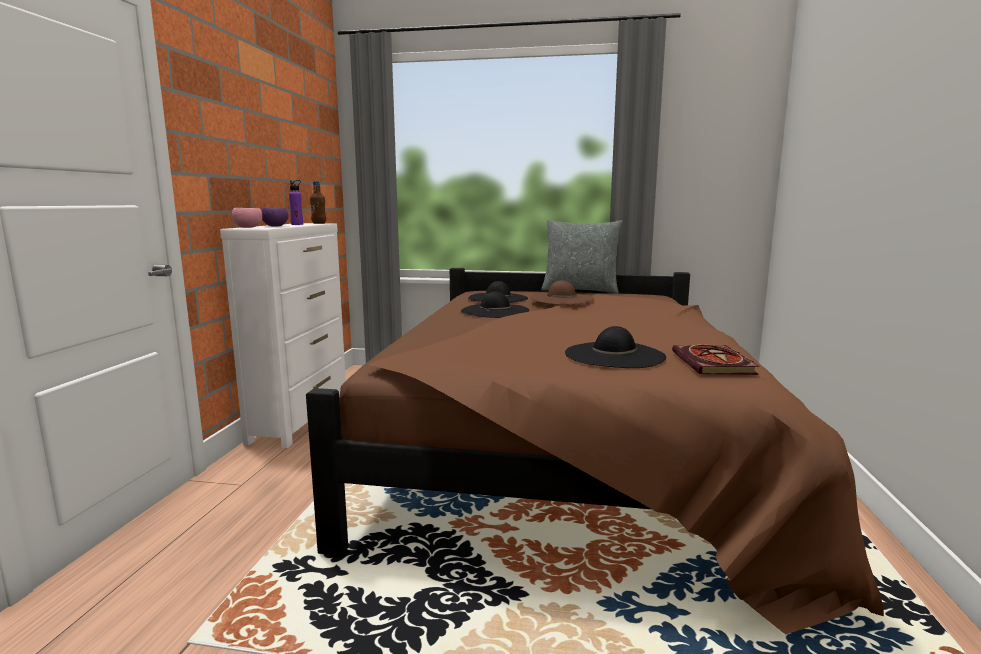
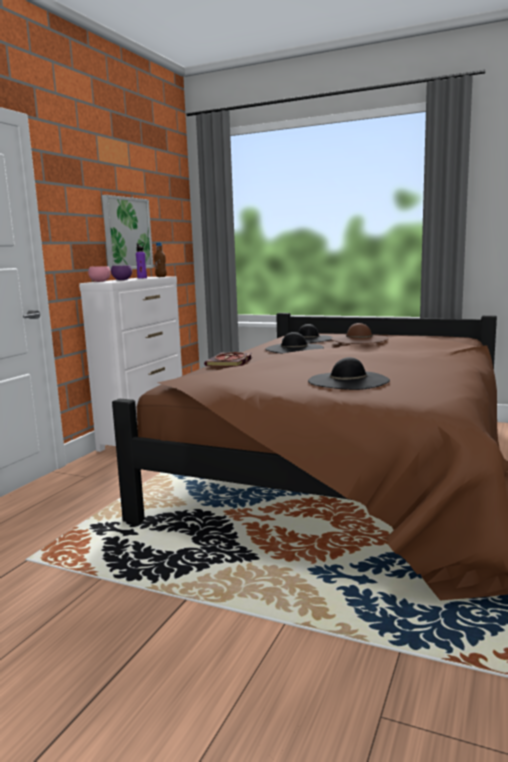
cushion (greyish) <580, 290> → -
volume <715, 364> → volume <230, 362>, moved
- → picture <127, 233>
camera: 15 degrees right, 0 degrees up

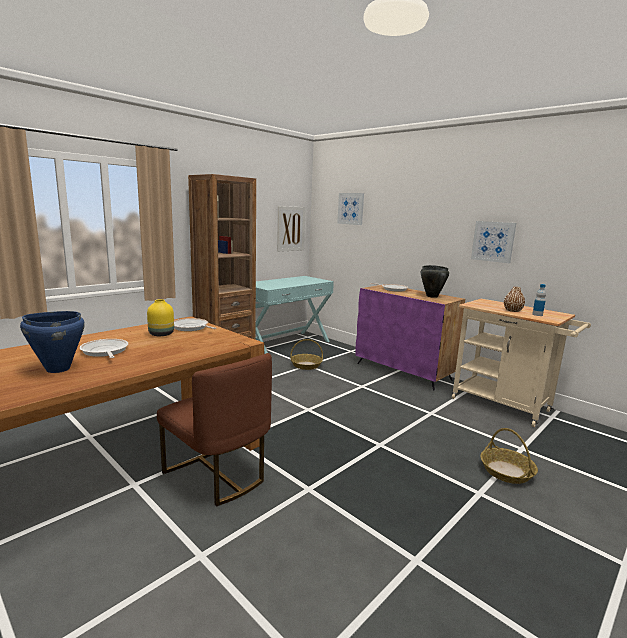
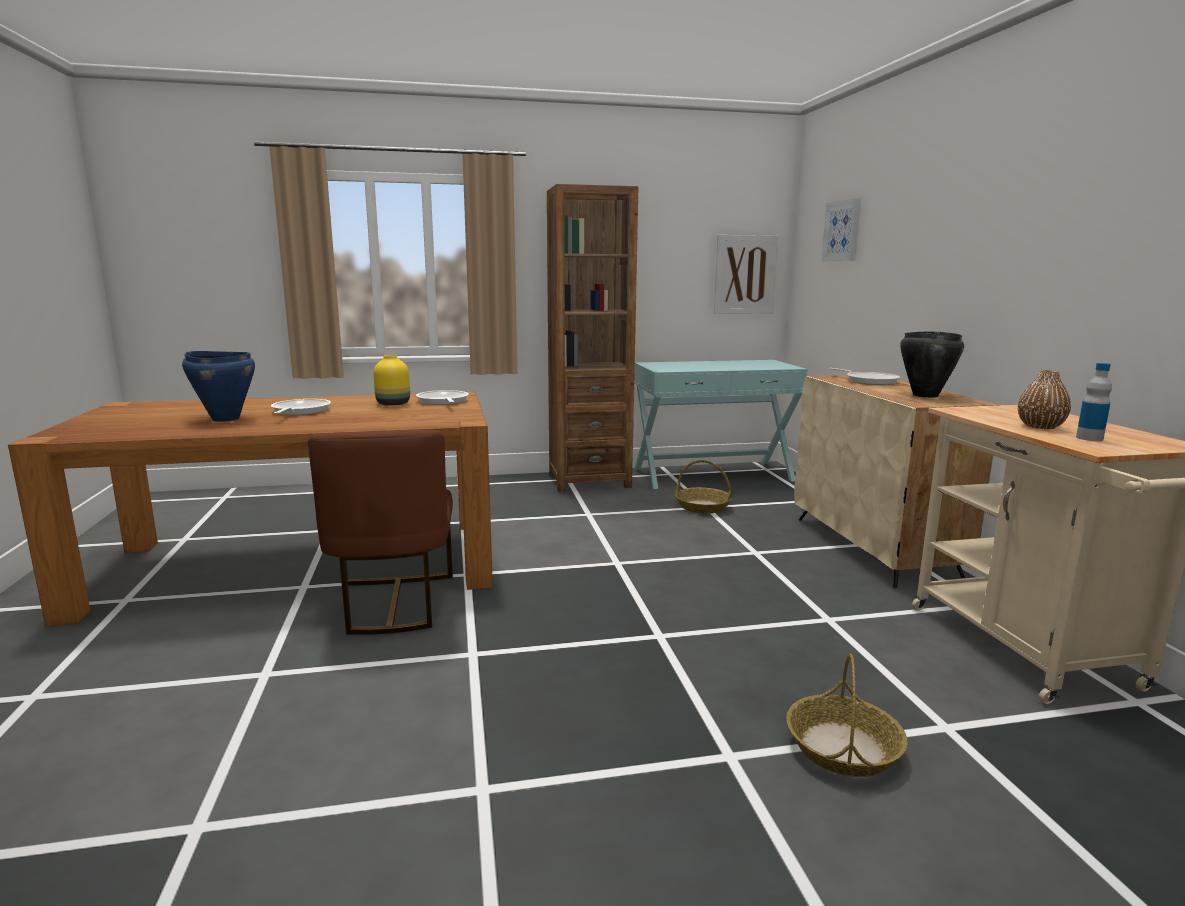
picture <493, 241> → -
storage cabinet (purple) <403, 371> → storage cabinet (beige-coloured) <874, 547>
camera: 35 degrees right, 0 degrees up

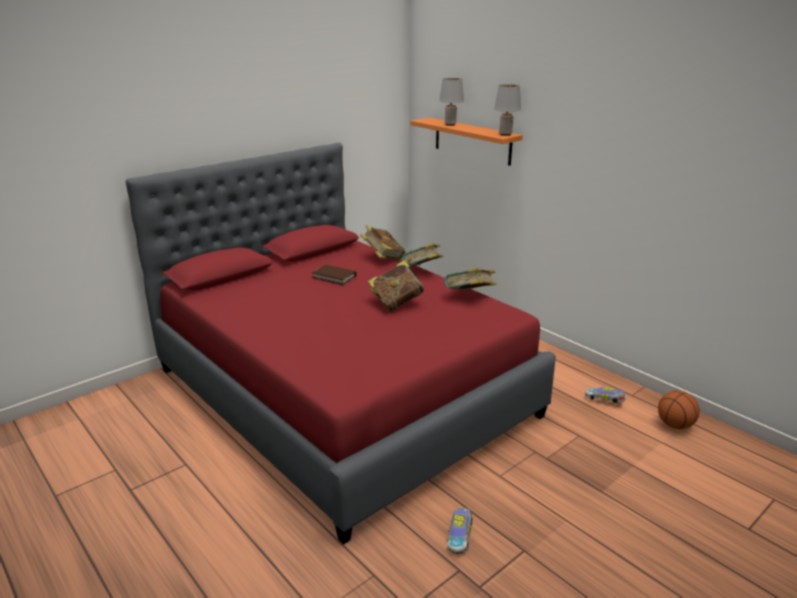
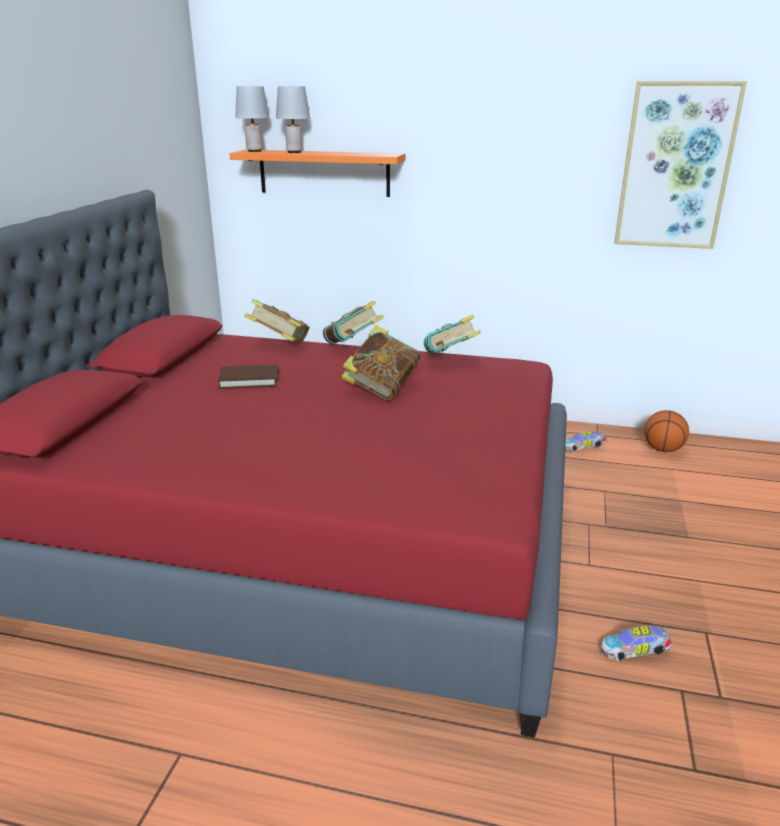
table lamp (greyish) <506, 134> → table lamp (greyish) <255, 151>, moved
model car <459, 536> → model car <635, 651>, 105 degrees clockwise
- → picture <675, 167>
camera: 35 degrees left, 0 degrees up

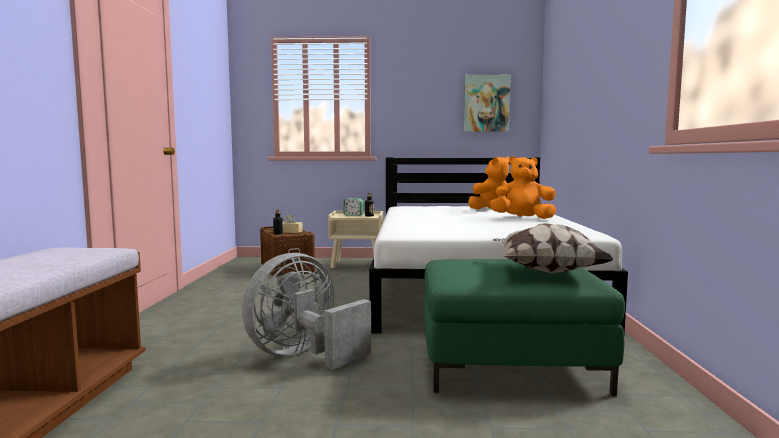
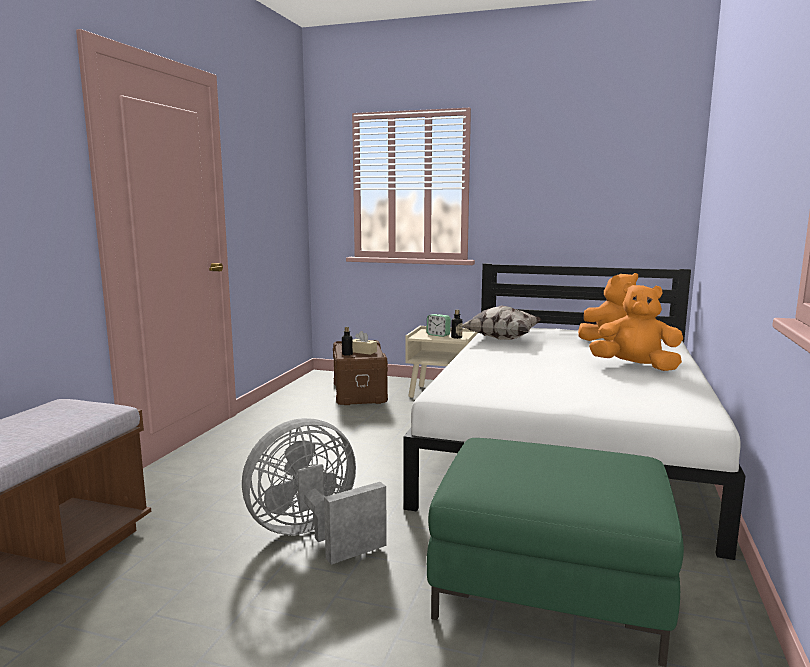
picture <486, 103> → -
cushion <545, 271> → cushion <501, 338>, moved
camera: 15 degrees right, 5 degrees up

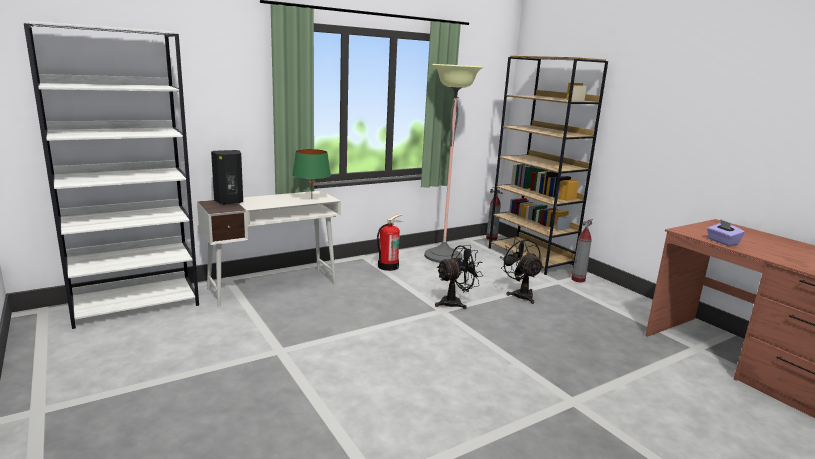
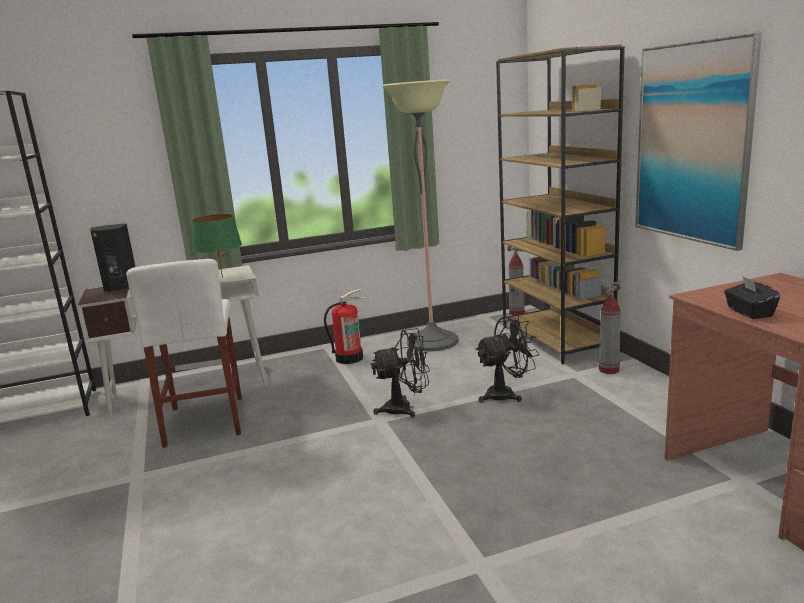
tissue box (purple) <722, 242> → tissue box (black) <749, 312>
electric fan (black) <520, 294> → electric fan (black) <506, 394>, 75 degrees clockwise
- → picture <692, 143>
- → sitting stool (white-coloured) <205, 420>
camera: 15 degrees right, 0 degrees up

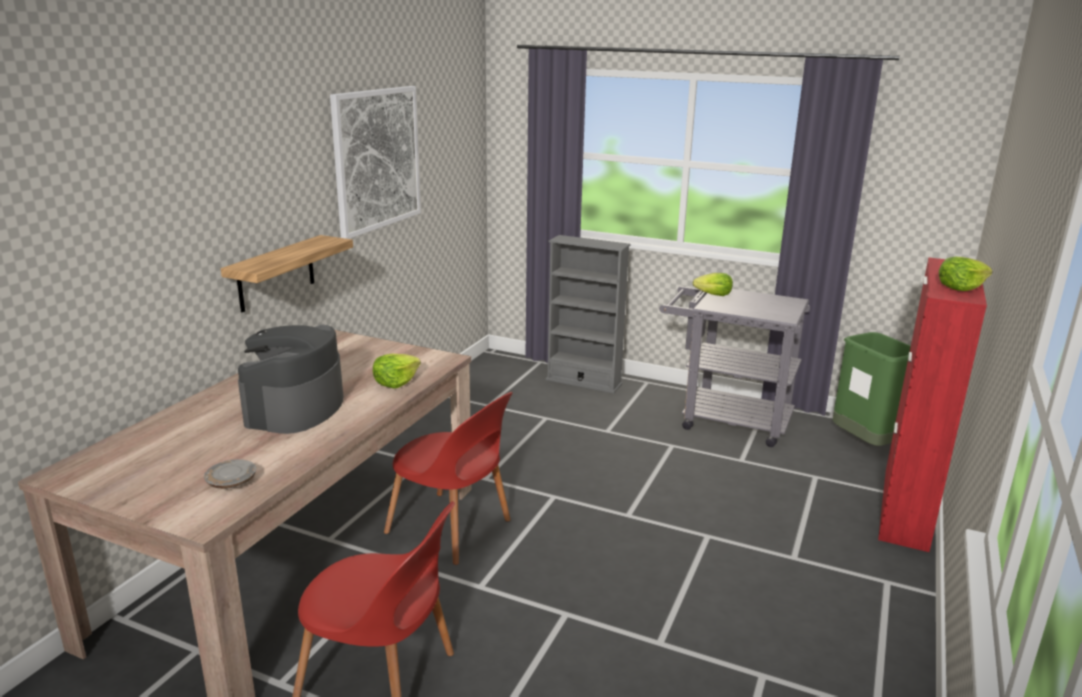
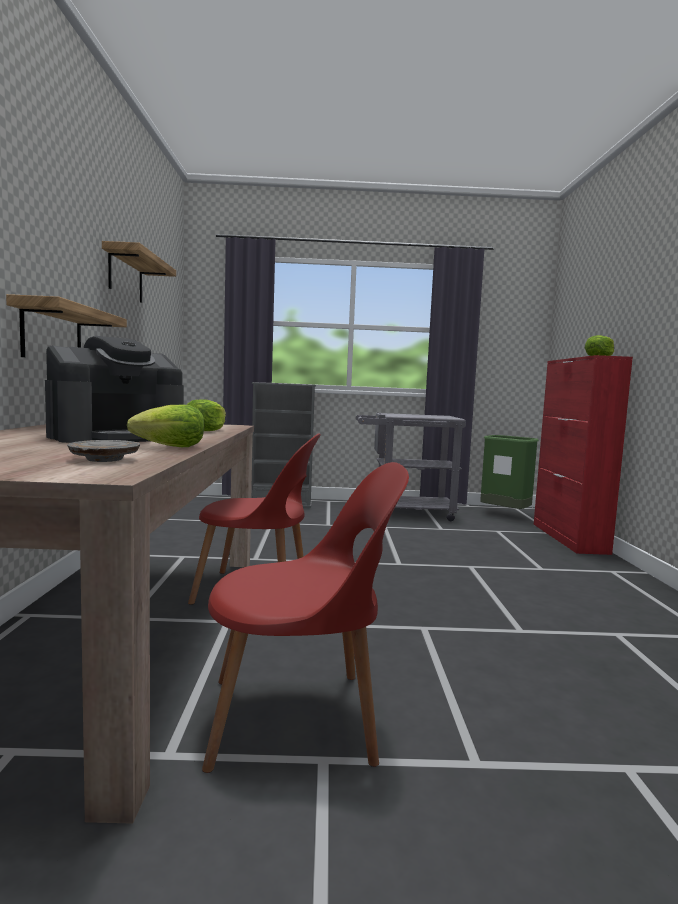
picture <377, 159> → bracket shelf <125, 276>
lettuce <713, 295> → lettuce <171, 447>, moved
coffee machine <295, 409> → coffee machine <117, 437>, 120 degrees counterclockwise
camera: 25 degrees left, 15 degrees down

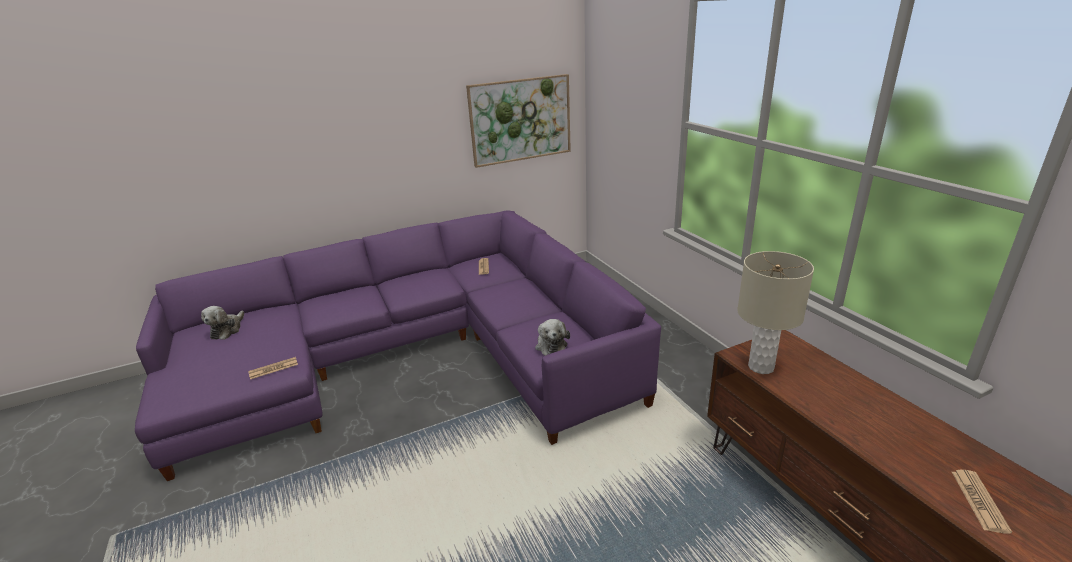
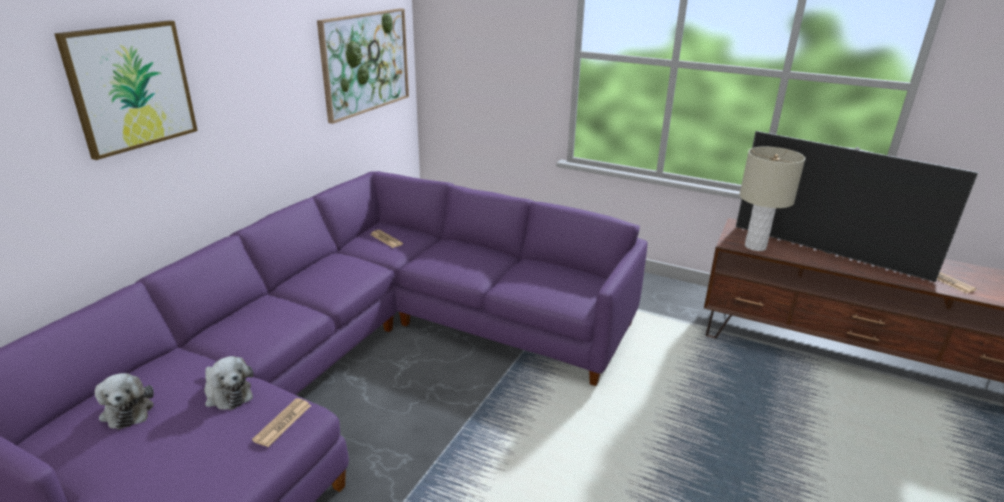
plush toy <551, 345> → plush toy <227, 393>, moved
- → picture <131, 87>
- → television <827, 252>
camera: 40 degrees left, 0 degrees up

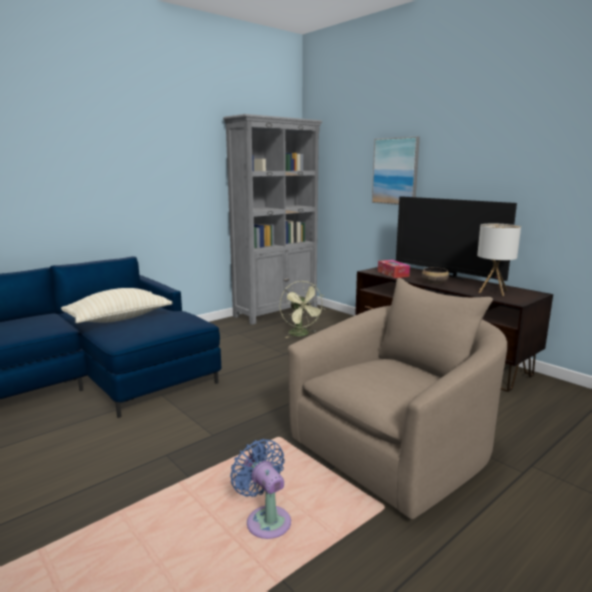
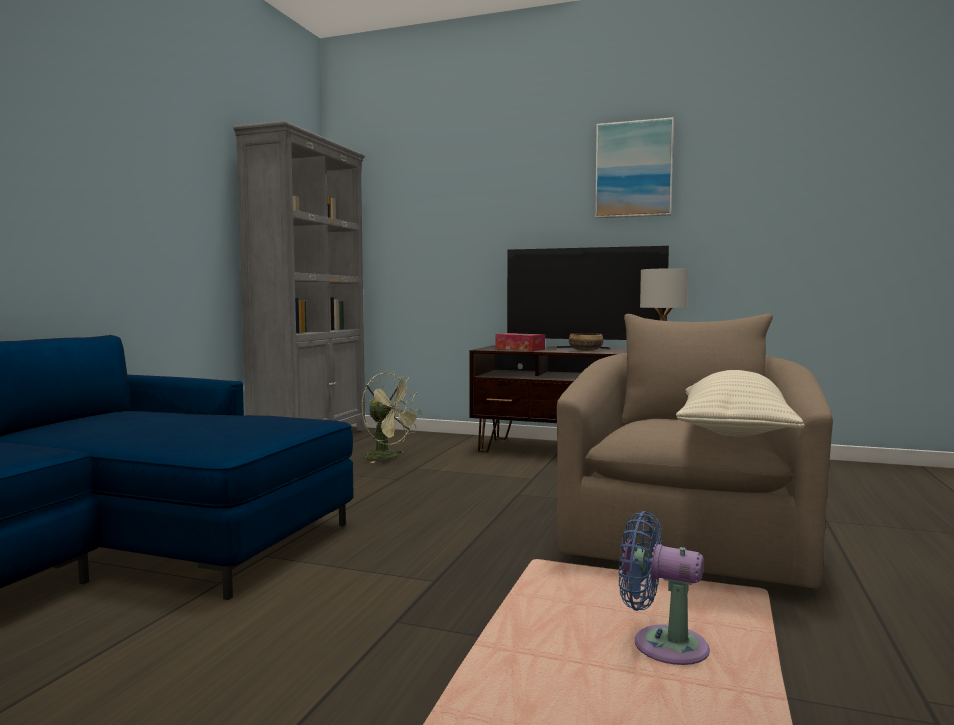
picture <395, 171> → picture <634, 169>, moved
cushion (beige-coloured) <119, 319> → cushion (beige-coloured) <734, 432>, moved
camera: 30 degrees left, 10 degrees down

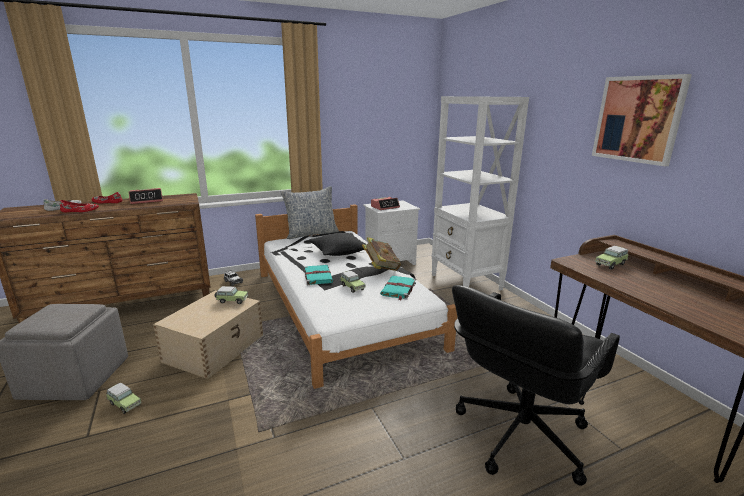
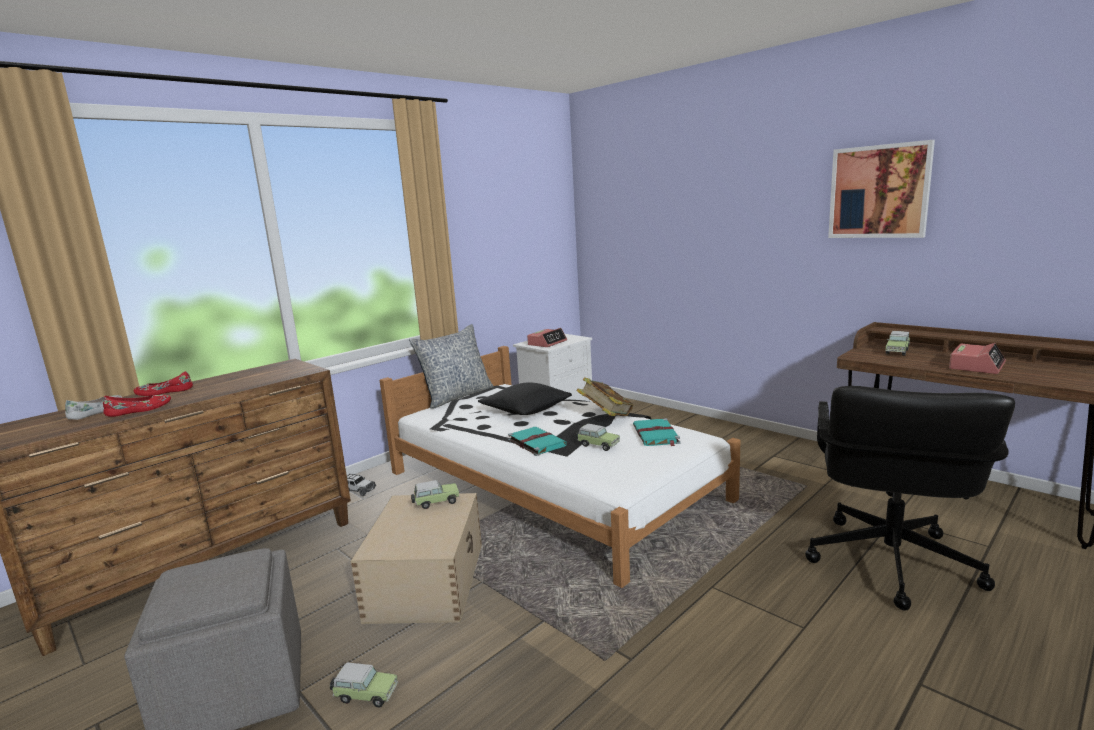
shelving unit (white-coloured) <466, 282> → -
table clock <147, 200> → table clock <976, 366>, moved
camera: 20 degrees left, 5 degrees down

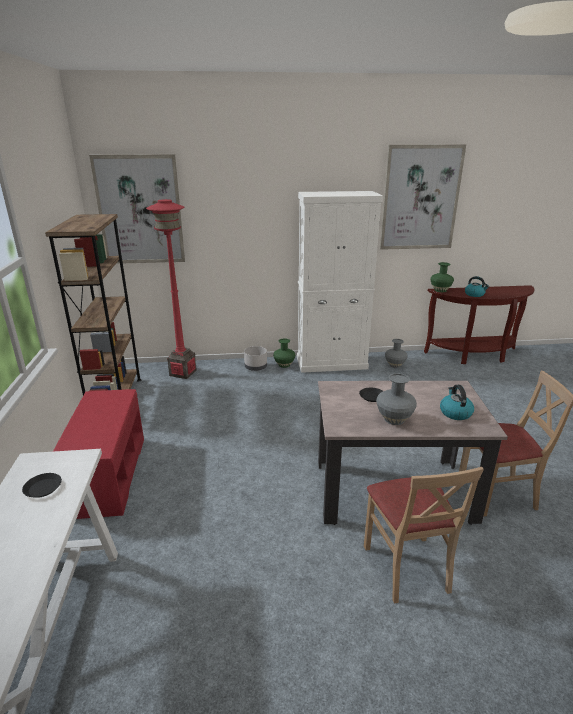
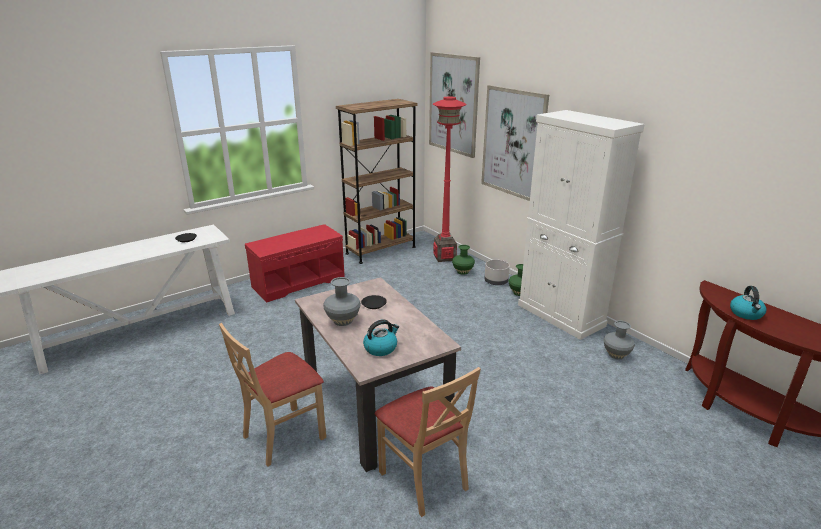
picture <420, 198> → picture <513, 143>, moved
decorative vase (green) <440, 290> → decorative vase (green) <462, 271>, moved
camera: 60 degrees right, 0 degrees up

